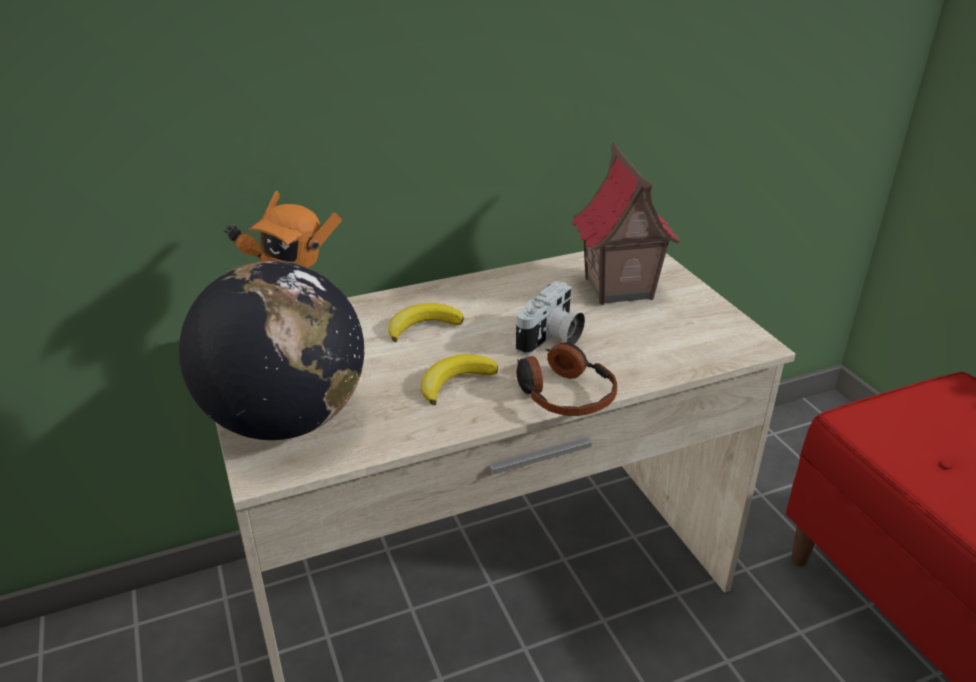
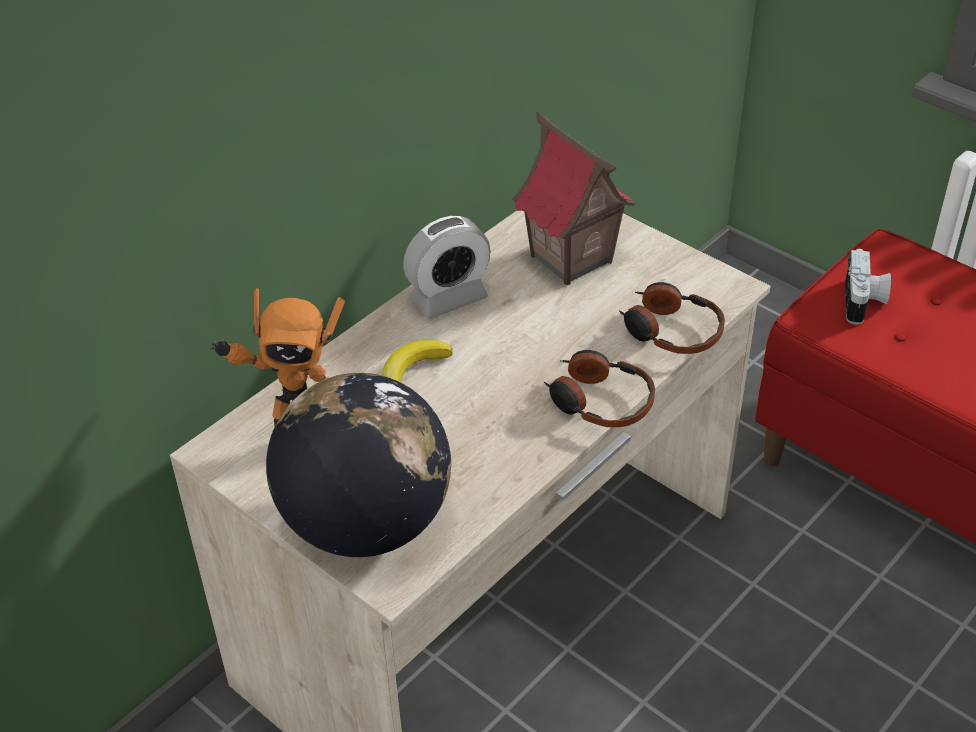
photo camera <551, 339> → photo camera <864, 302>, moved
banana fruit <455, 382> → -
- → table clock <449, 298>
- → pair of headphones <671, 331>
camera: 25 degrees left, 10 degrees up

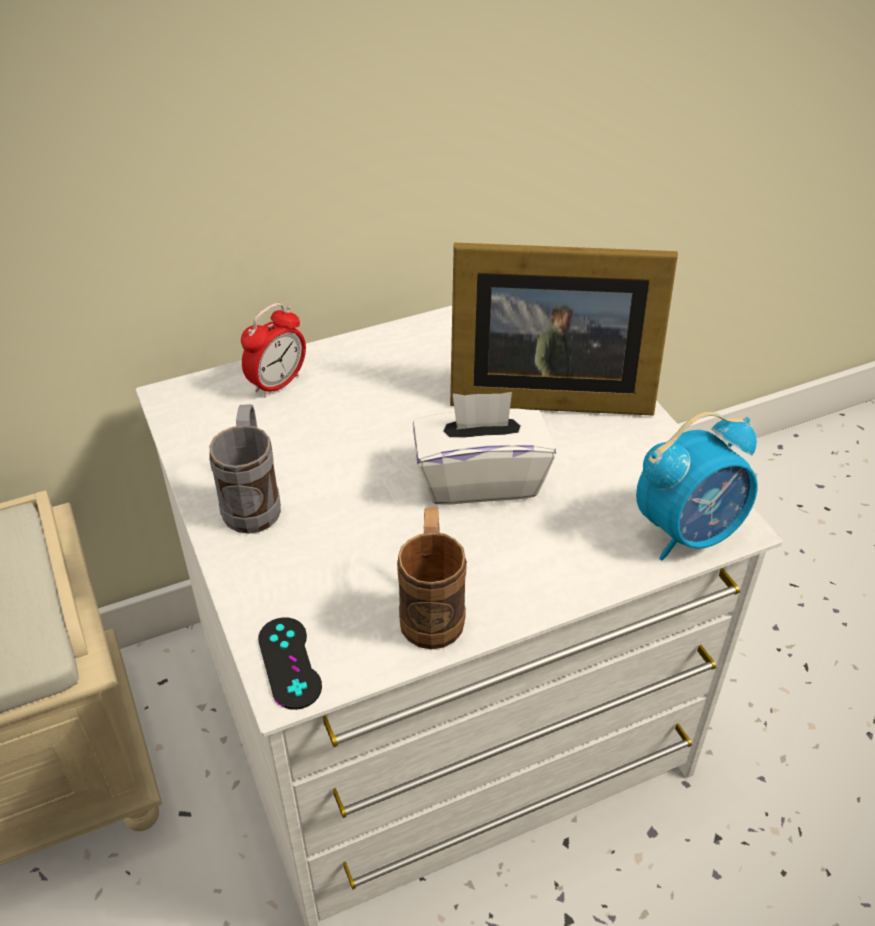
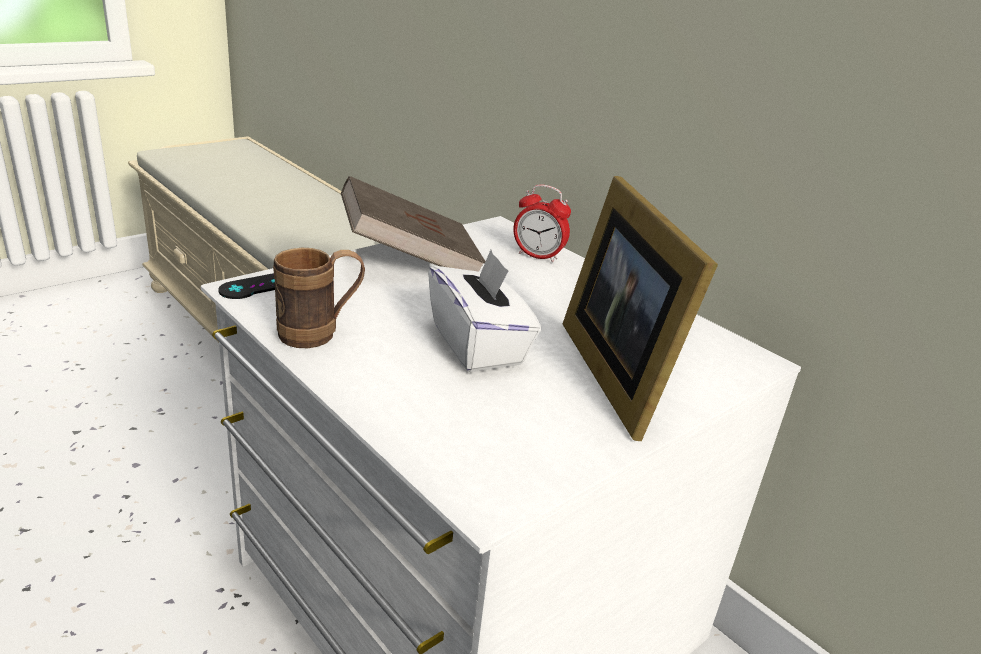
tea mug (greyish) <254, 500> → volume (brownish) <410, 260>
table clock <688, 532> → -
camera: 70 degrees right, 15 degrees down

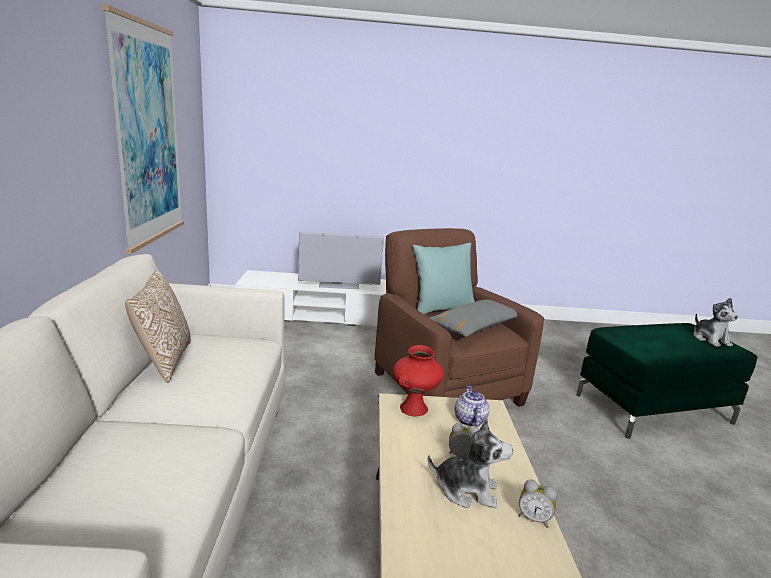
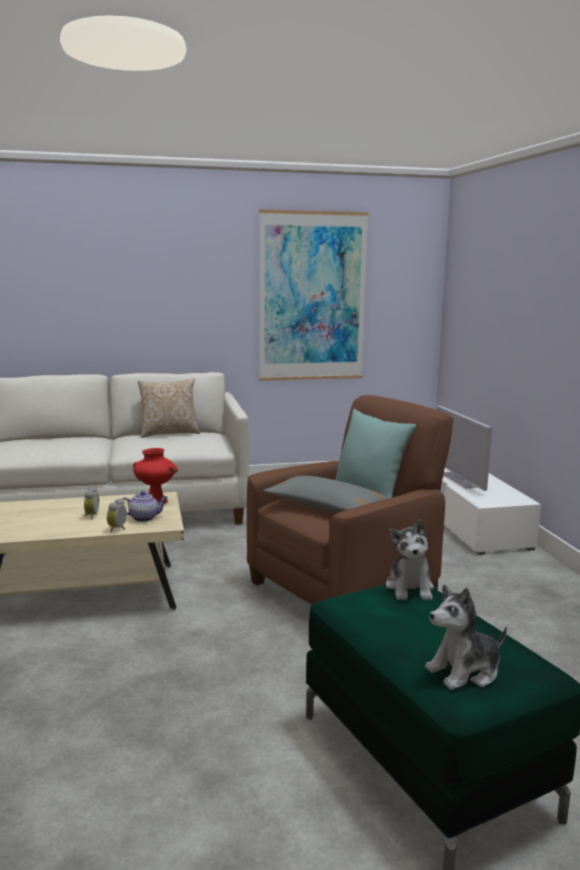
plush toy <466, 490> → plush toy <410, 588>, moved
table clock <533, 518> → table clock <119, 529>, moved
camera: 80 degrees right, 5 degrees down

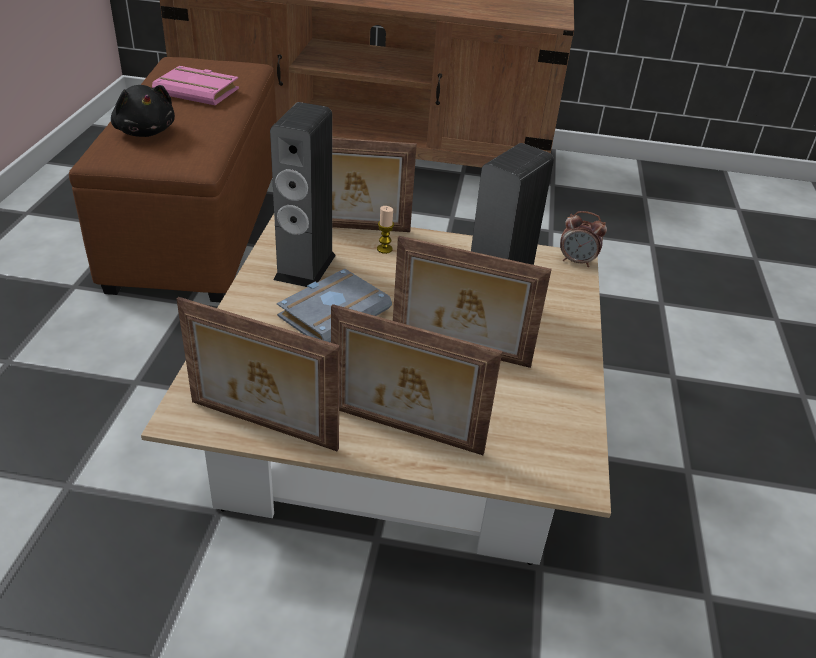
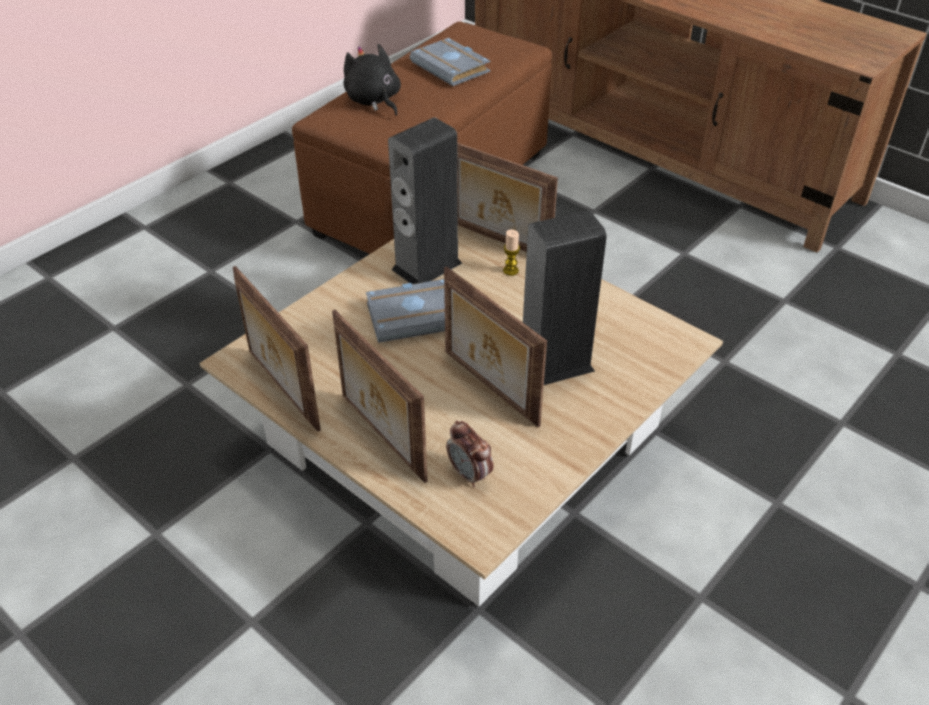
volume (pink-coloured) <199, 91> → volume (greyish) <453, 68>
plush toy (black) <145, 131> → plush toy (black) <374, 101>, 150 degrees clockwise
table clock <577, 261> → table clock <469, 474>, moved
camera: 35 degrees right, 5 degrees up

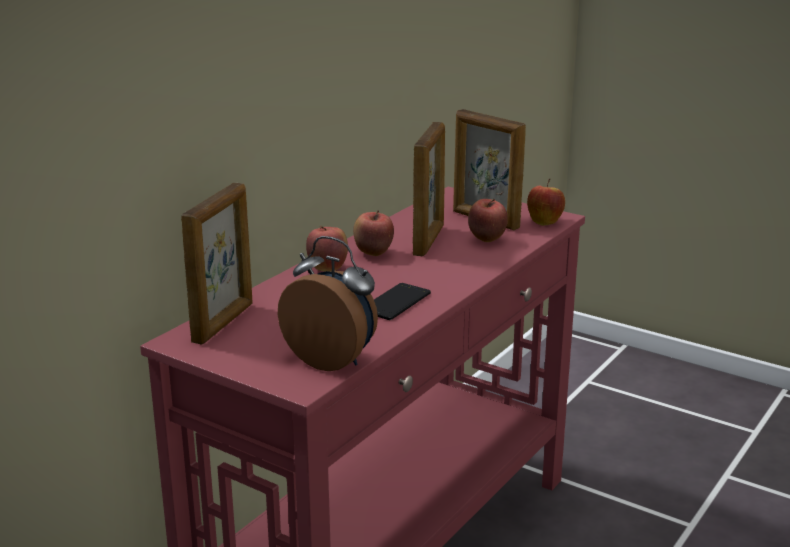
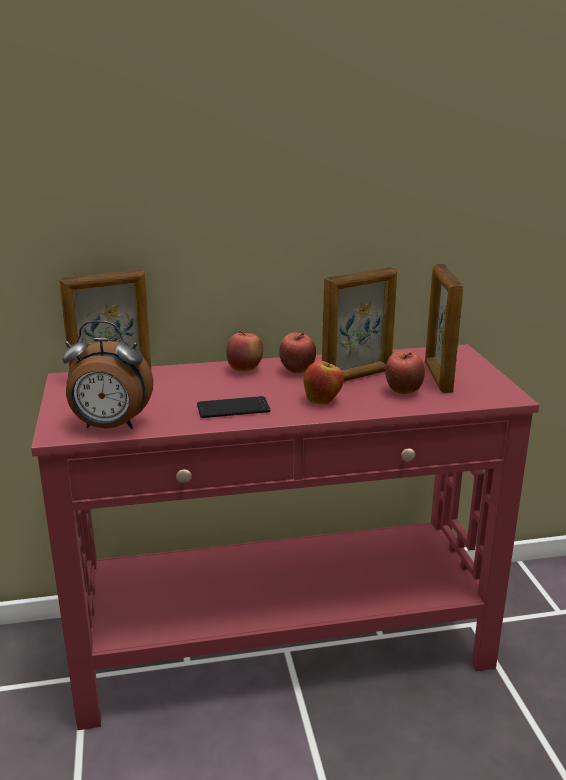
apple <544, 222> → apple <323, 401>, moved
table clock <333, 359> → table clock <110, 427>, 105 degrees clockwise
camera: 45 degrees right, 0 degrees up

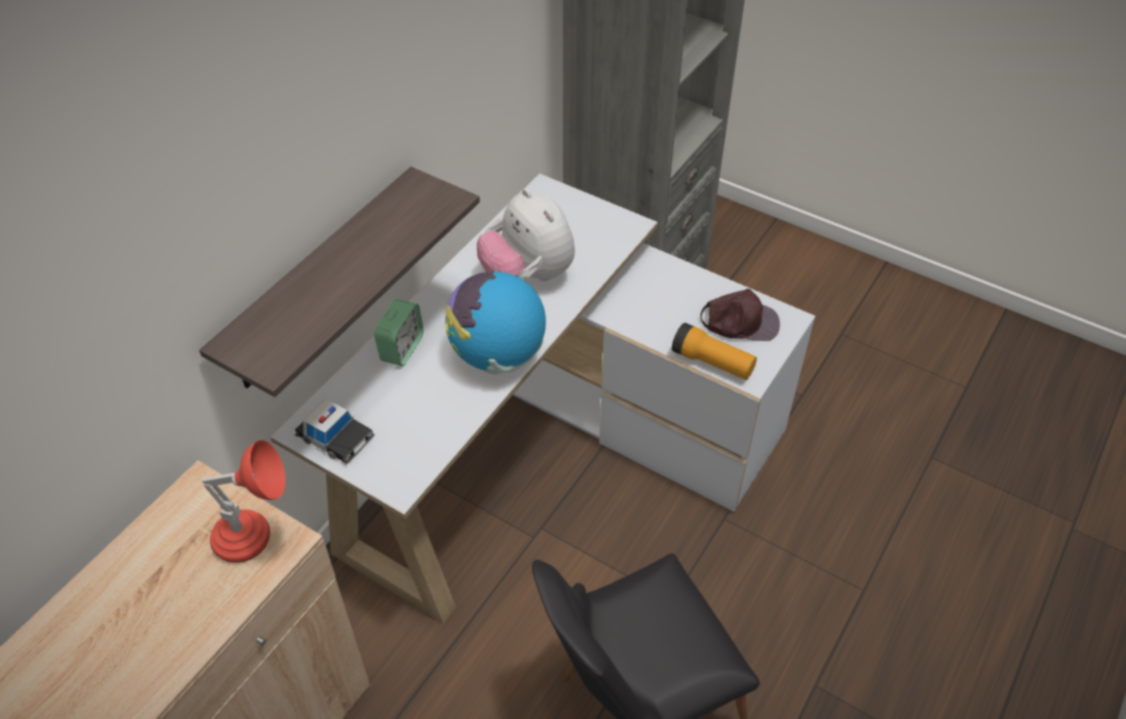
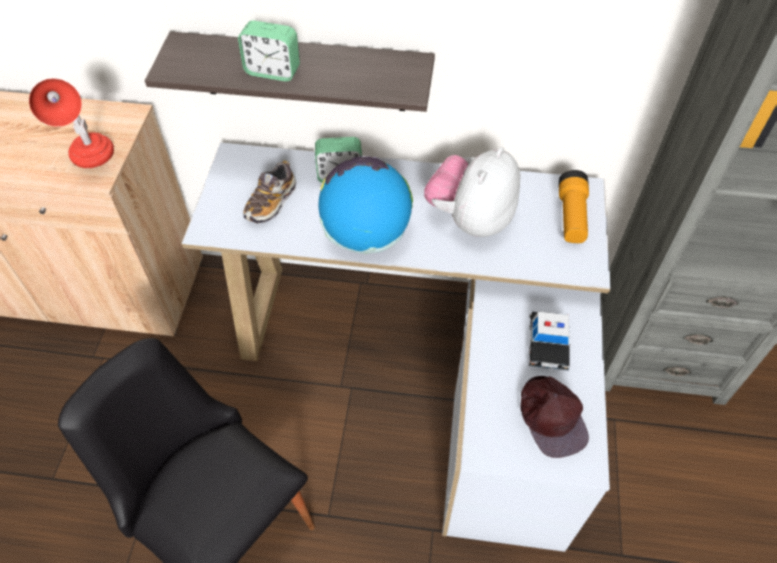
flashlight <712, 362> → flashlight <571, 216>, moved
model car <335, 437> → model car <548, 343>, moved
- → table clock <272, 71>
- → shoe <271, 203>
camera: 65 degrees right, 5 degrees up

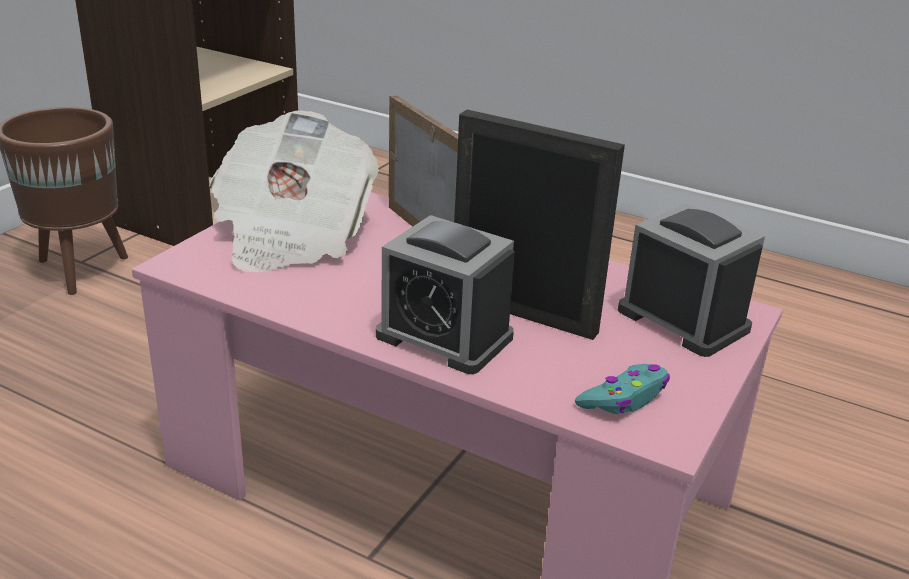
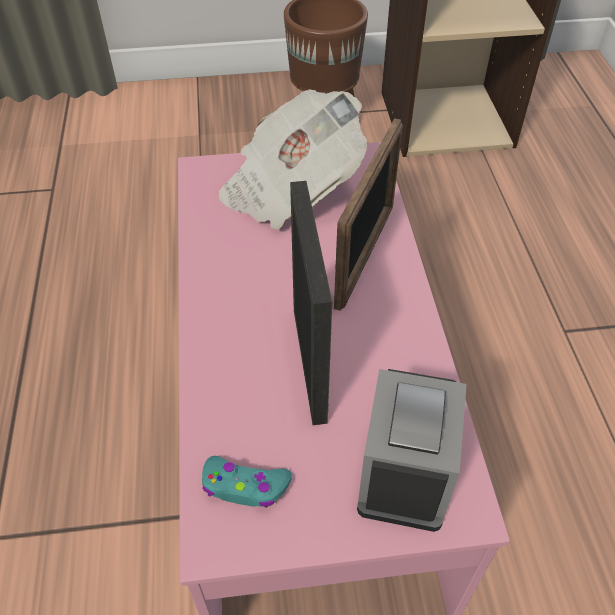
table clock <444, 337> → -
camera: 55 degrees right, 20 degrees up

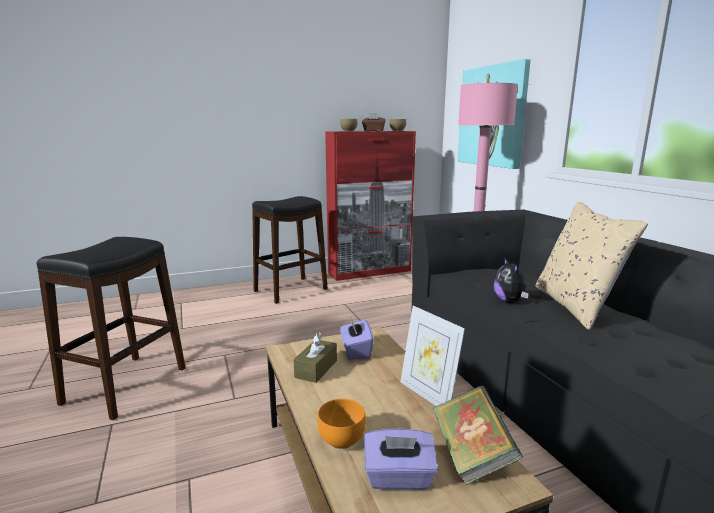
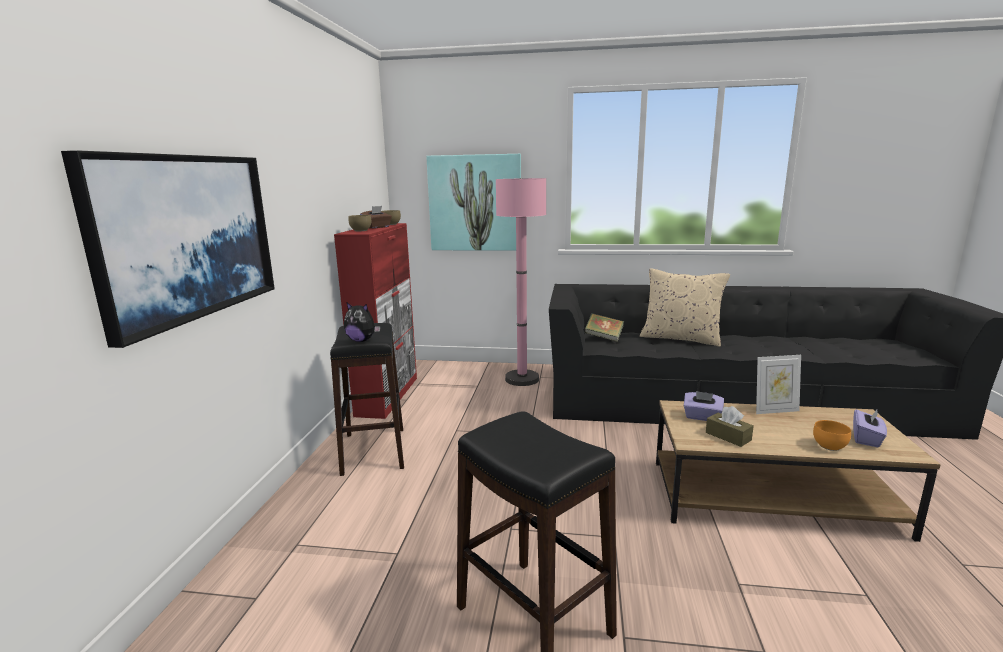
plush toy <509, 301> → plush toy <362, 340>, moved
volume <471, 455> → volume <604, 338>, moved
- → picture <187, 237>
camera: 60 degrees left, 0 degrees up

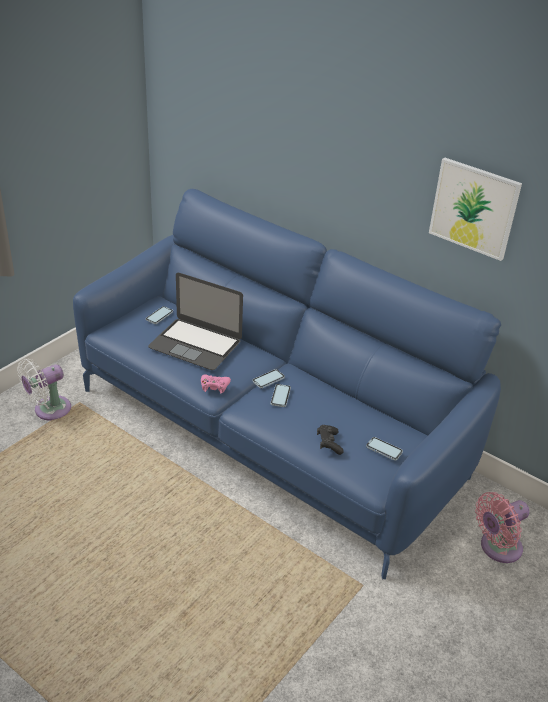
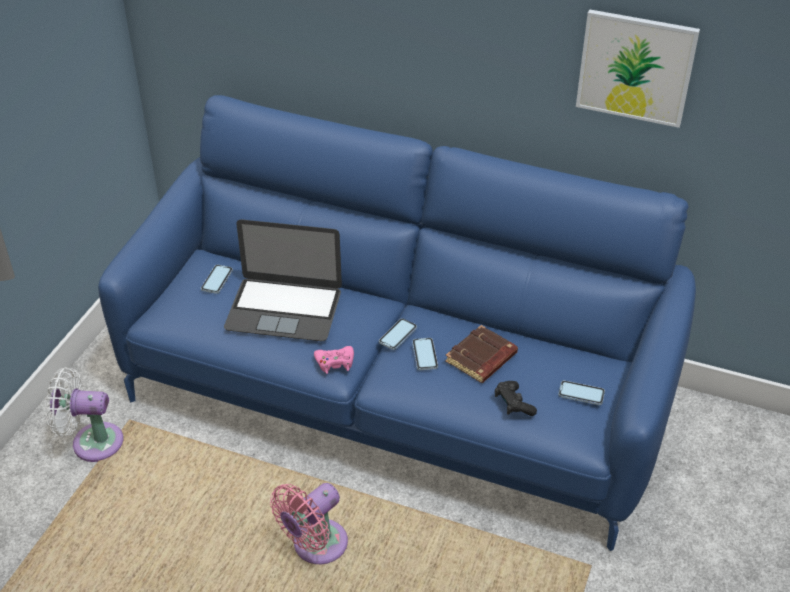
electric fan (white-coloured) <49, 410> → electric fan (white-coloured) <92, 442>, 60 degrees clockwise
electric fan (pink-coloured) <497, 548> → electric fan (pink-coloured) <315, 546>, moved
- → volume (brownish) <481, 359>
camera: 15 degrees left, 5 degrees up

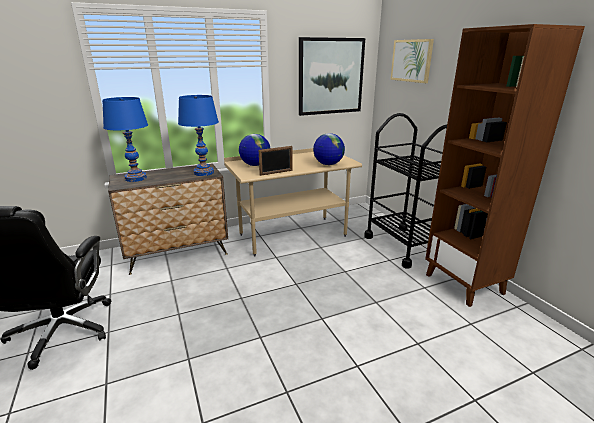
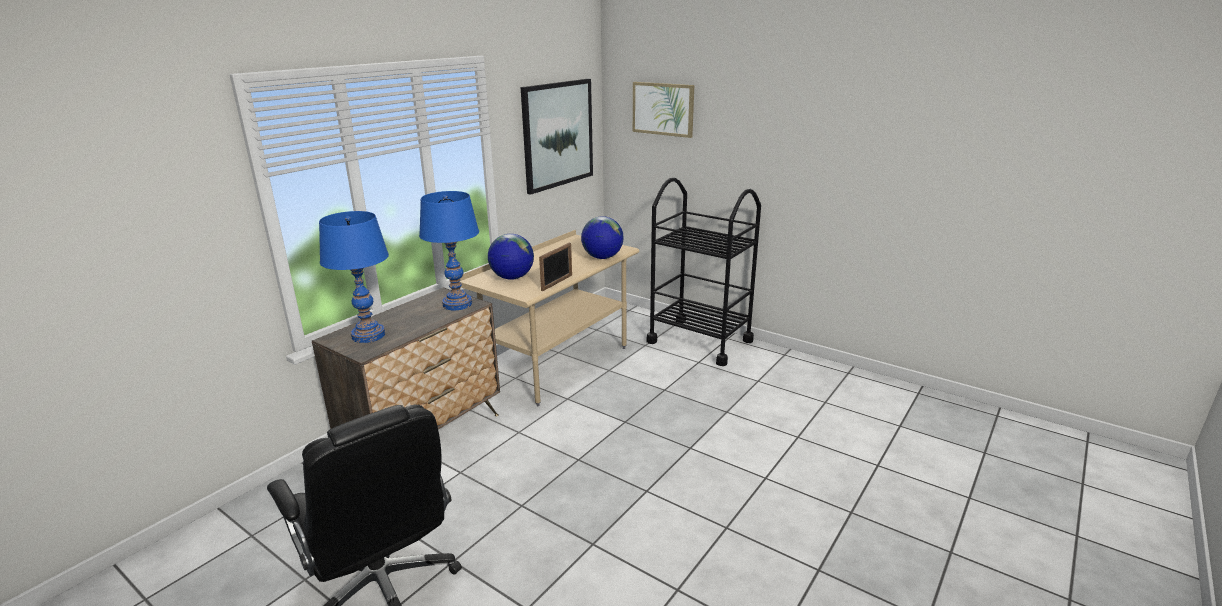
shelving unit (brownish) <465, 284> → -
camera: 30 degrees left, 0 degrees up

